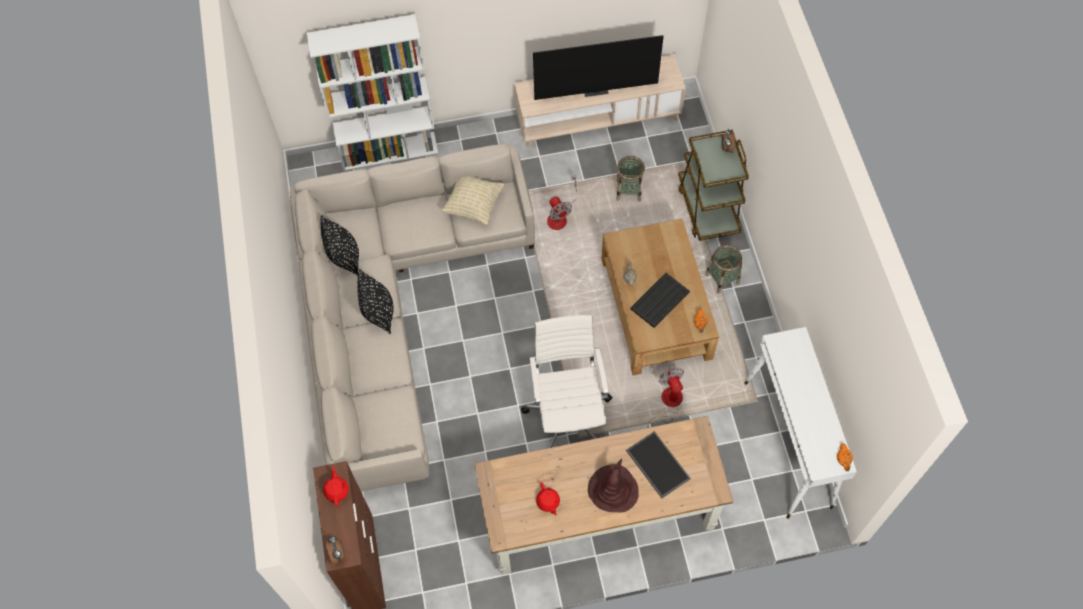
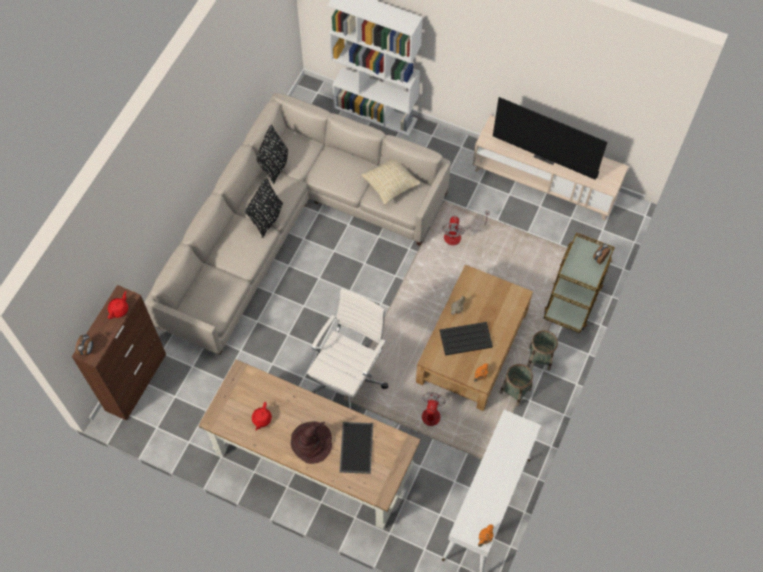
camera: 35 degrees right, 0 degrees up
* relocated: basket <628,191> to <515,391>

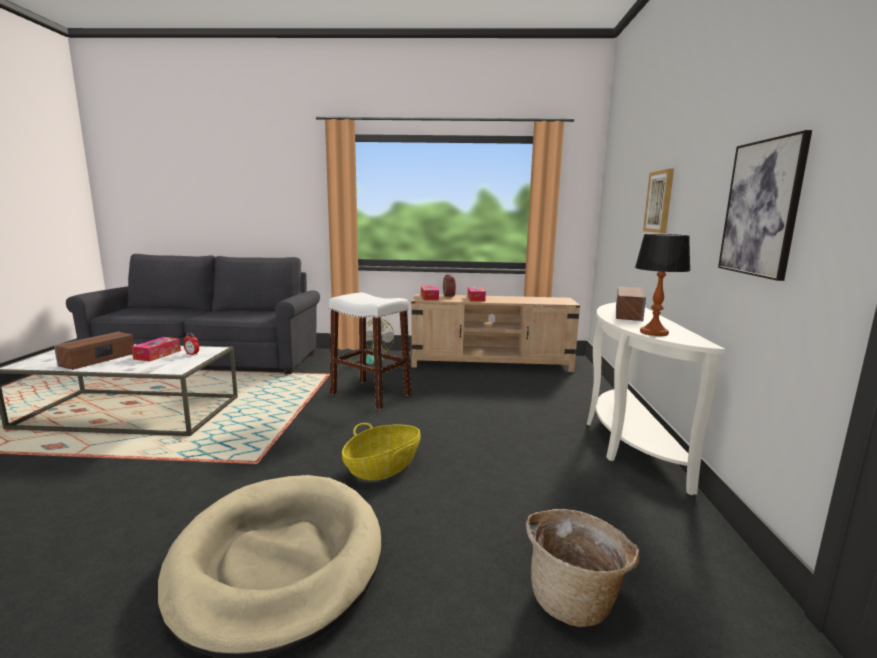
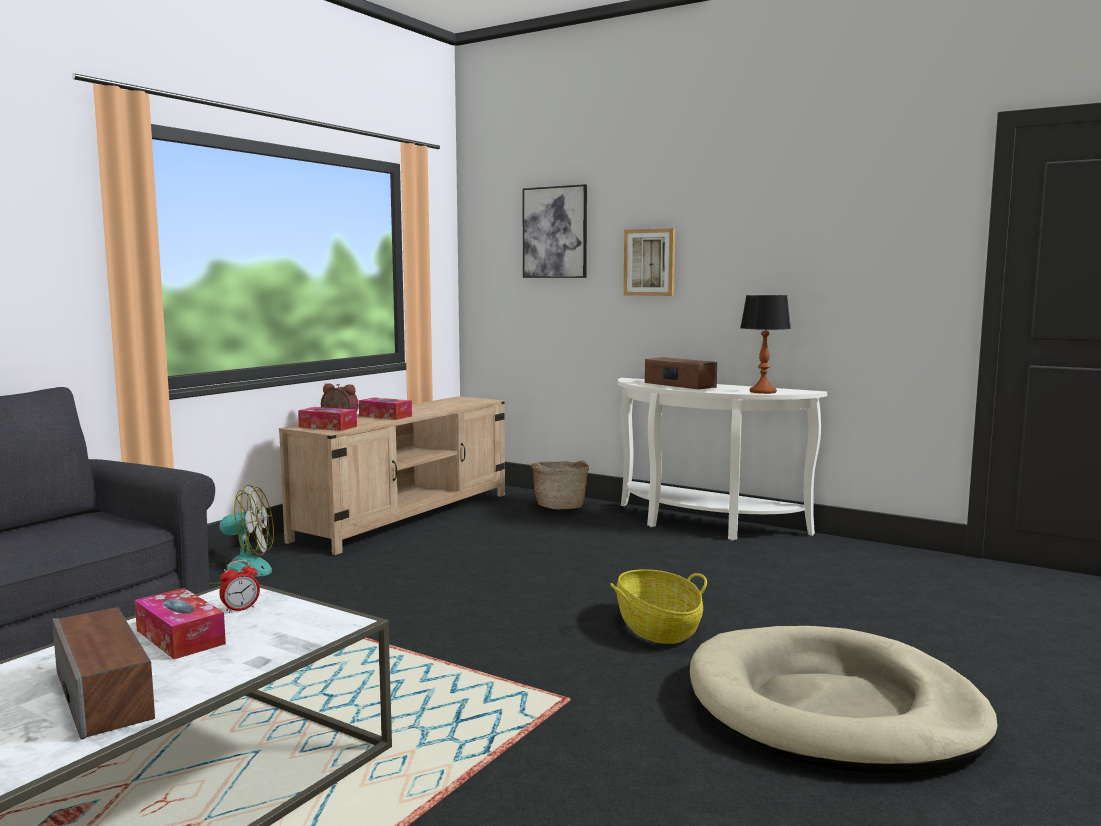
camera: 60 degrees left, 5 degrees down
* relocated: picture <761,208> to <555,232>
* relocated: basket <575,599> to <560,507>
* missing: white stool <370,394>

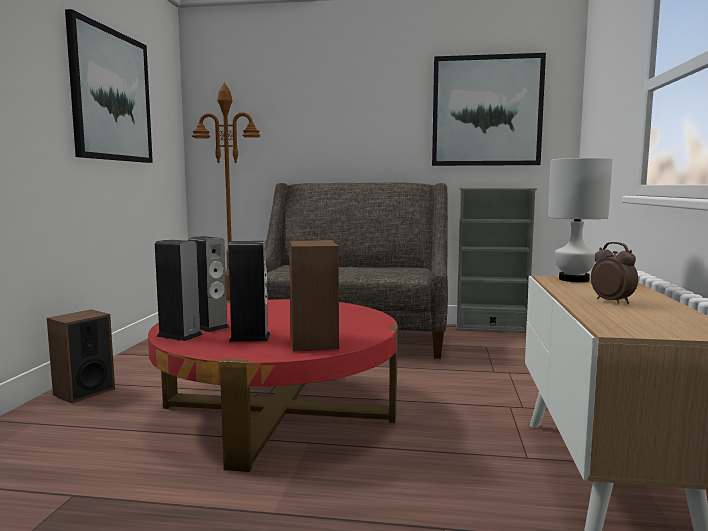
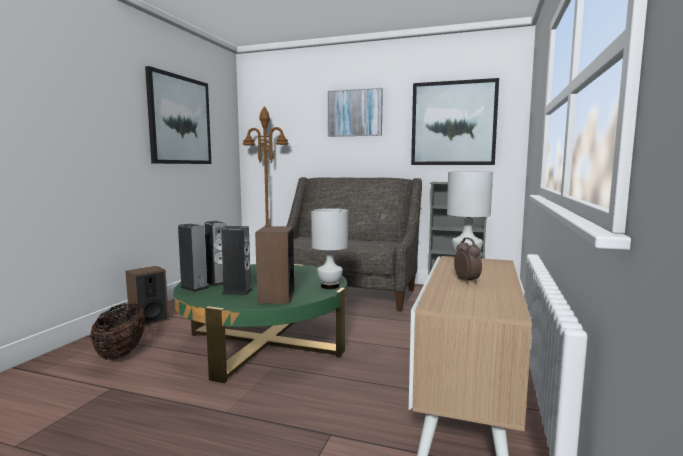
camera: 10 degrees right, 0 degrees up
* appeared: basket <122,352>
* colour: red coffee table <278,411> to green coffee table <265,343>
* appeared: white table lamp <330,286>
* appeared: picture <355,113>

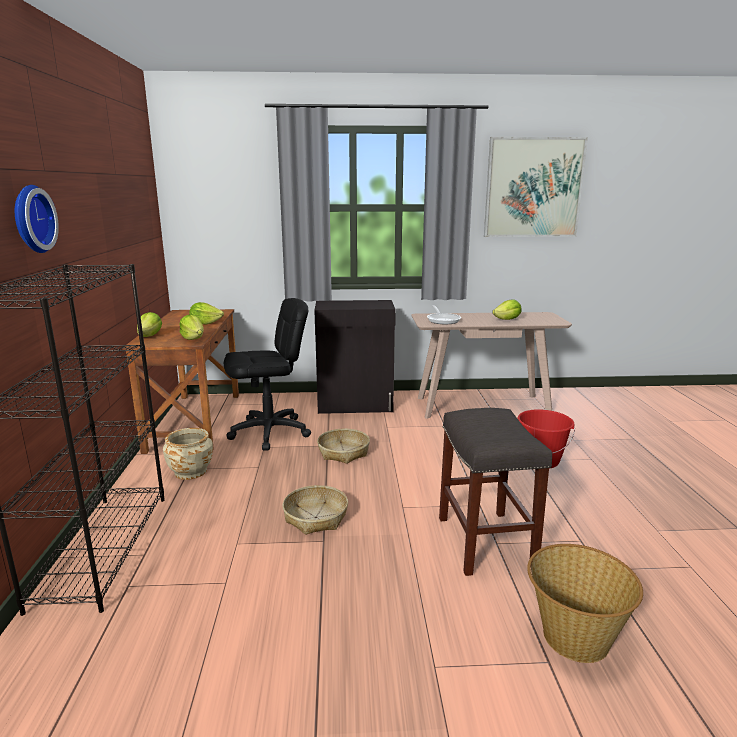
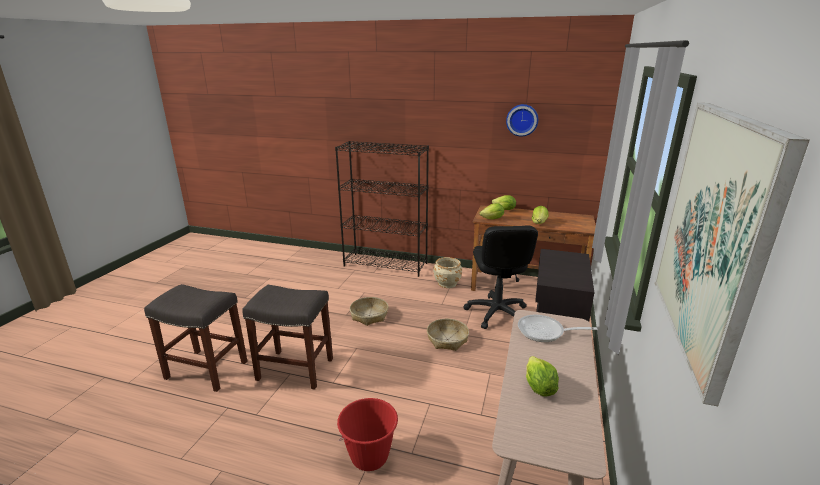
camera: 110 degrees right, 5 degrees up
* exchanged: basket <574,637> to grey stool <208,370>
* relocated: wall clock <30,219> to <522,120>

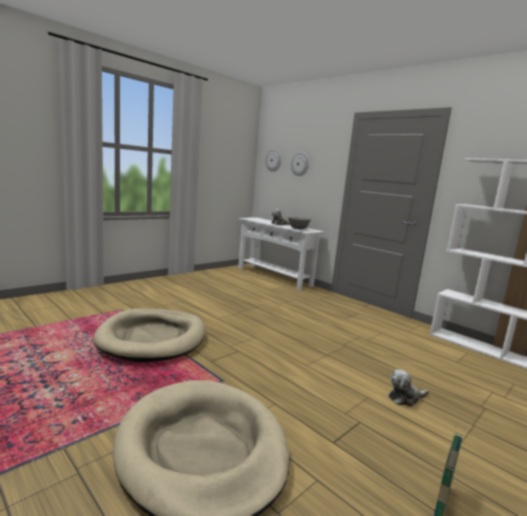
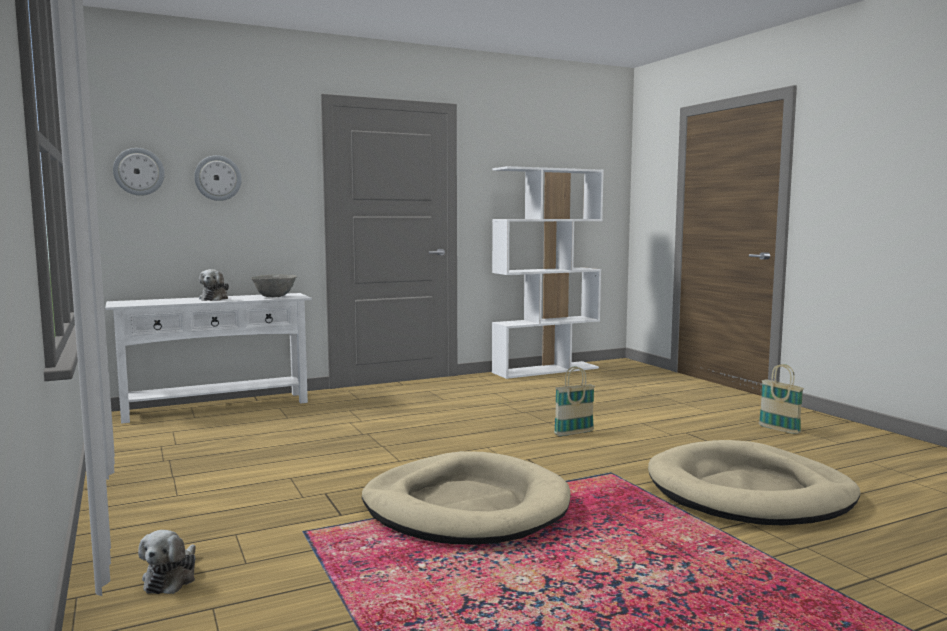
camera: 70 degrees left, 5 degrees down
* relocated: plush toy <405,398> to <171,578>
* appeared: basket <574,433>

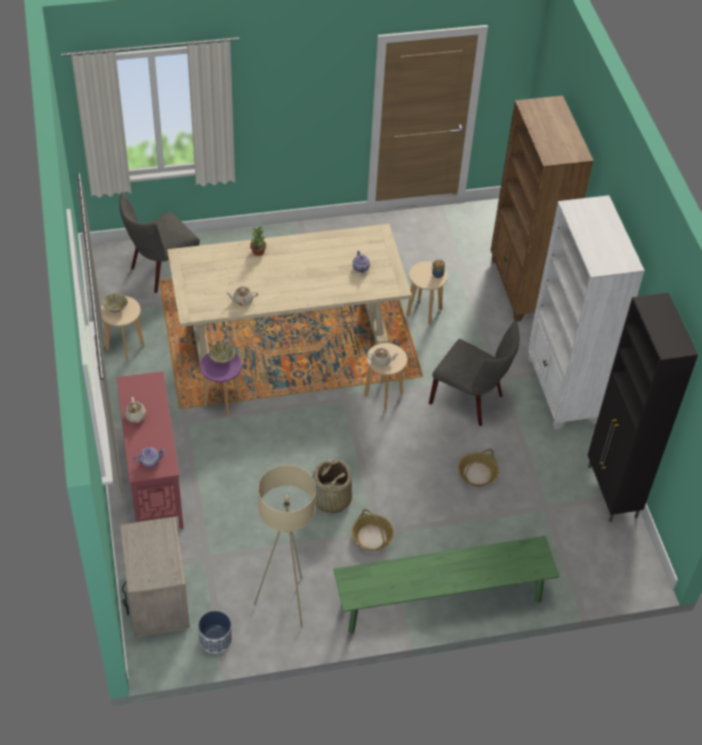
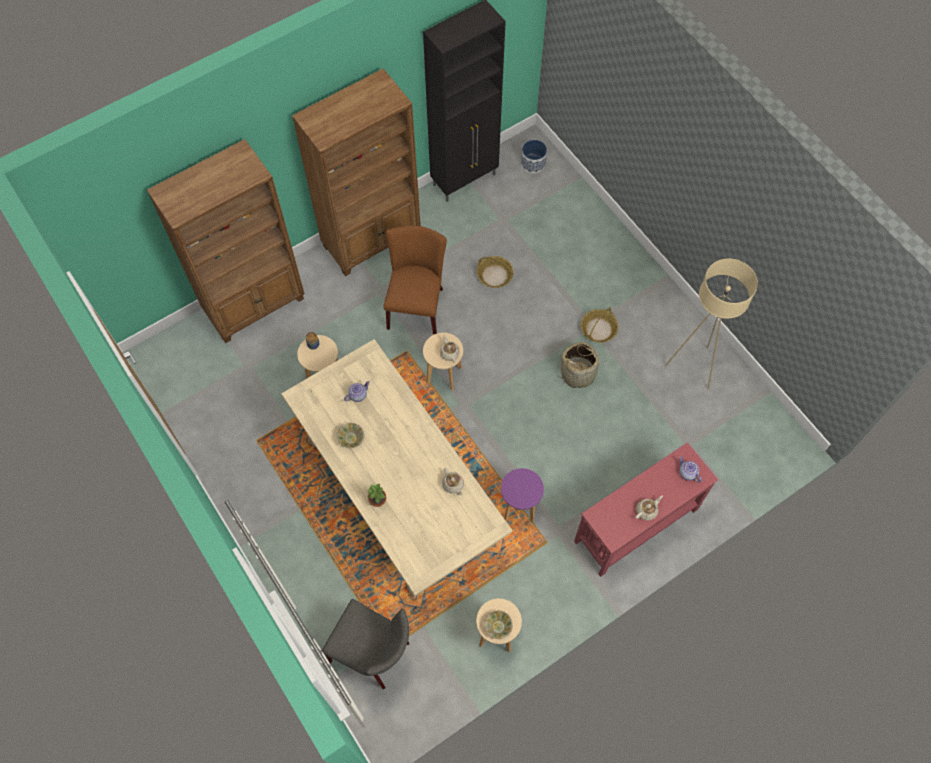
camera: 110 degrees left, 15 degrees up
* colour: white bookcase <562,390> to brown bookcase <372,240>
* relocated: beige bowl <222,358> to <351,439>
* colour: grey chair <471,400> to brown chair <416,304>
* relocated: planter <215,639> to <533,163>
* missing: beige nightstand <156,600>
* missing: green bench <441,601>

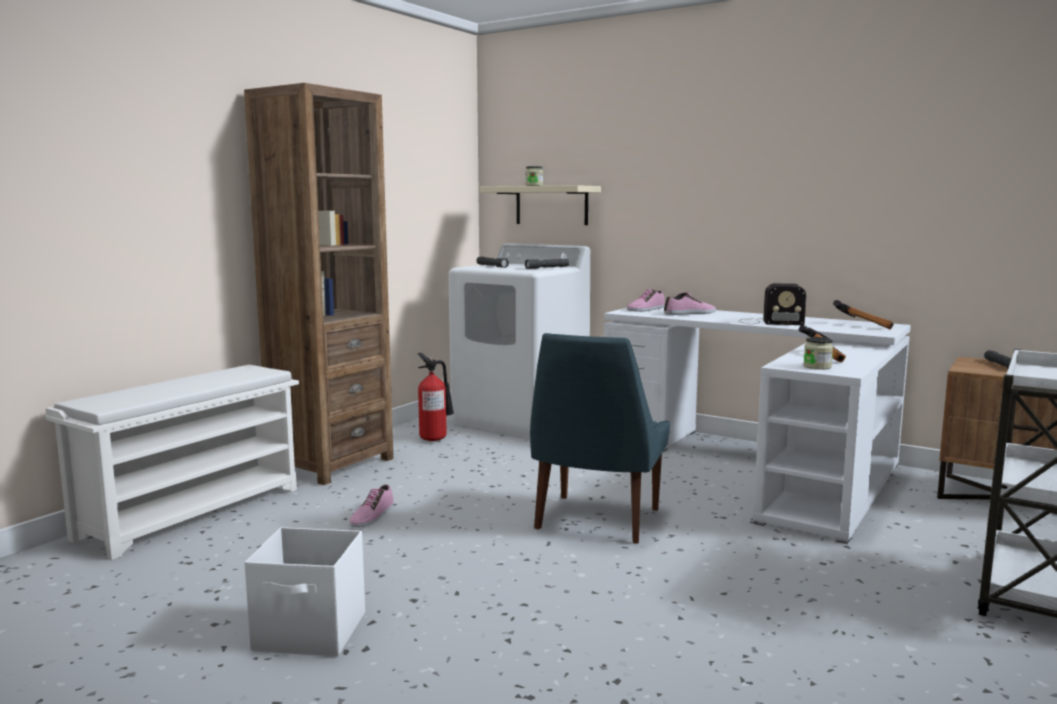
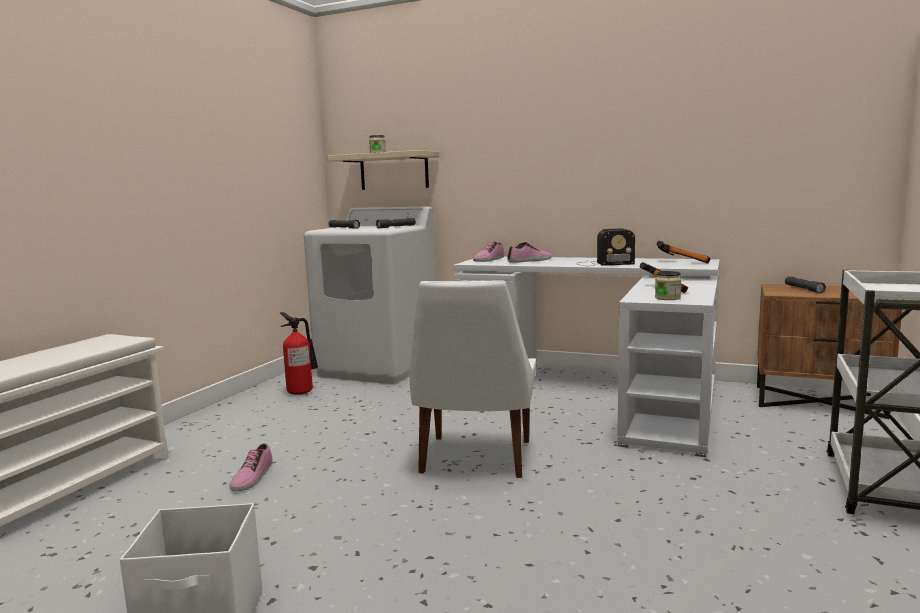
camera: 10 degrees left, 0 degrees up
* colour: blue chair <596,521> to white chair <475,459>
* missing: brown bookcase <331,464>

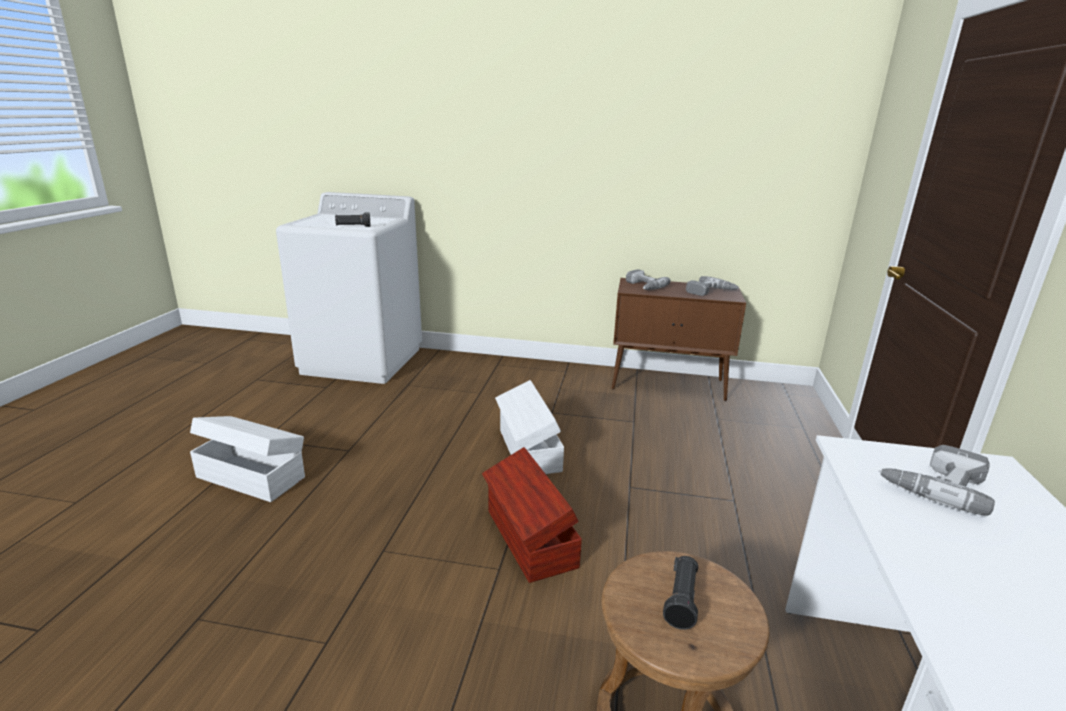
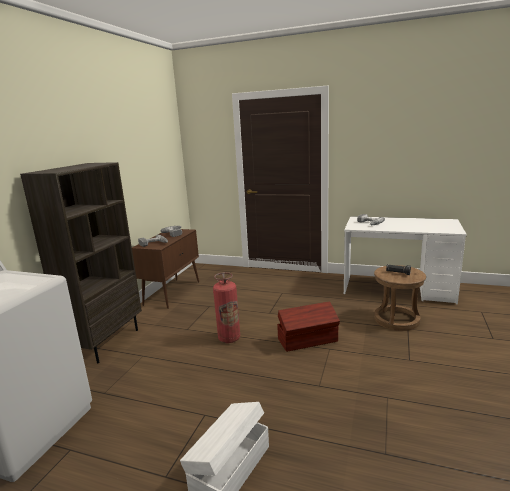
camera: 80 degrees left, 5 degrees down
* appeared: brown bookcase <107,343>
* exchanged: white storage box <528,451> to fire extinguisher <229,338>
* missing: black flashlight <353,226>

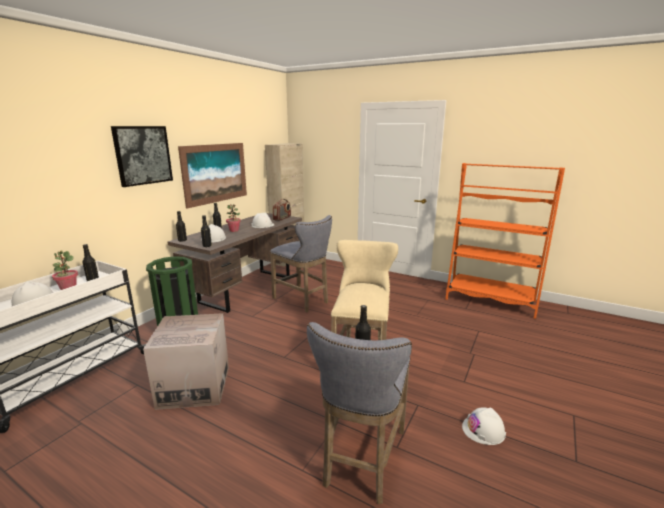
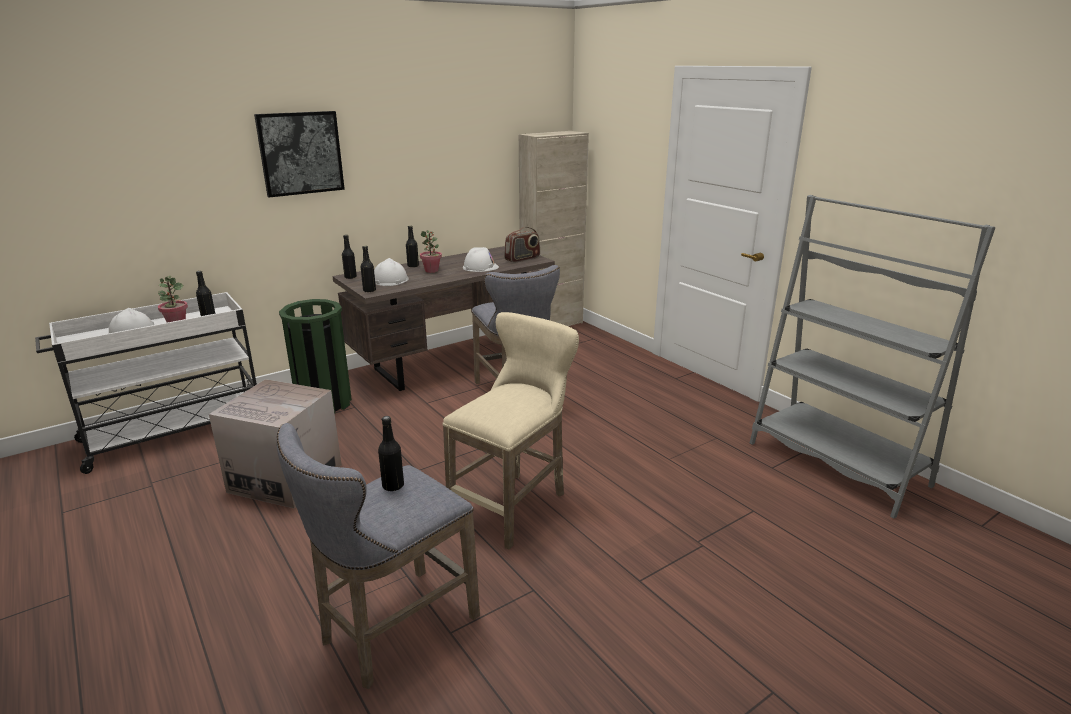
camera: 25 degrees right, 5 degrees up
* colour: orange bookcase <490,300> to grey bookcase <836,464>
* missing: picture <215,173>
* missing: white hard hat <483,430>

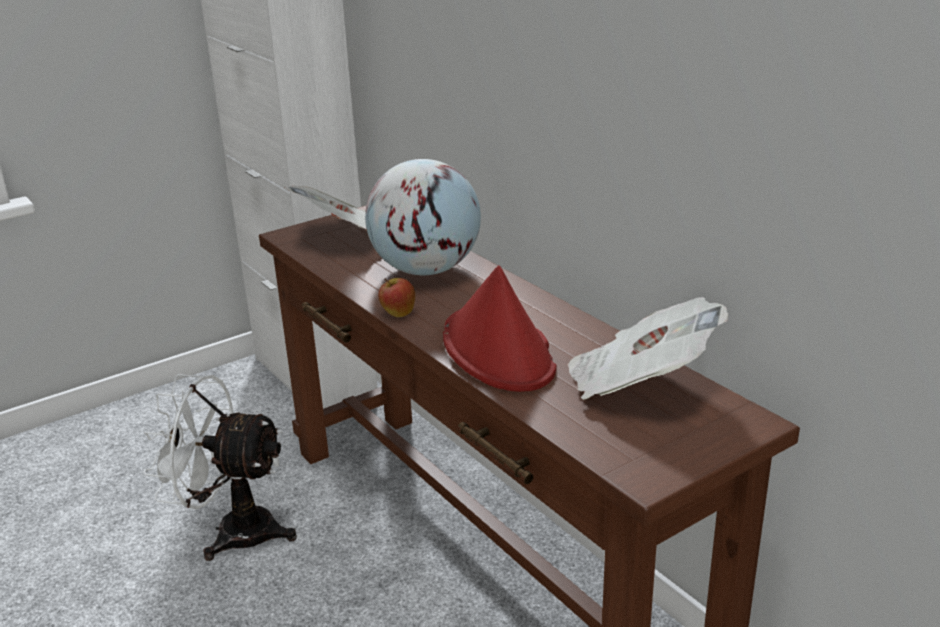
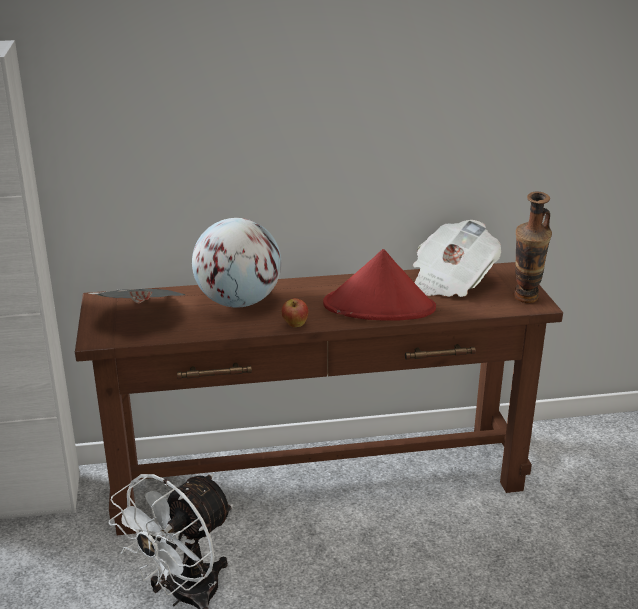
camera: 65 degrees left, 0 degrees up
* appeared: vase <525,301>

